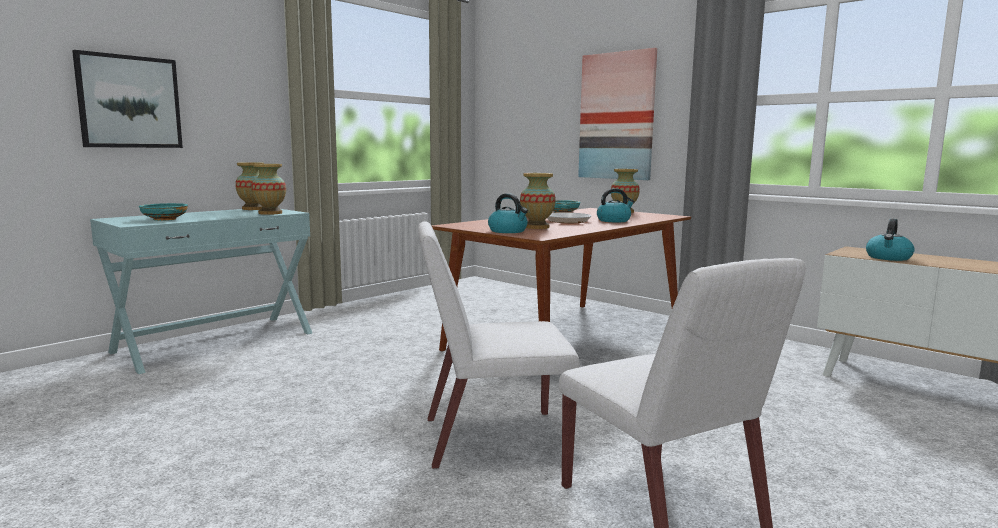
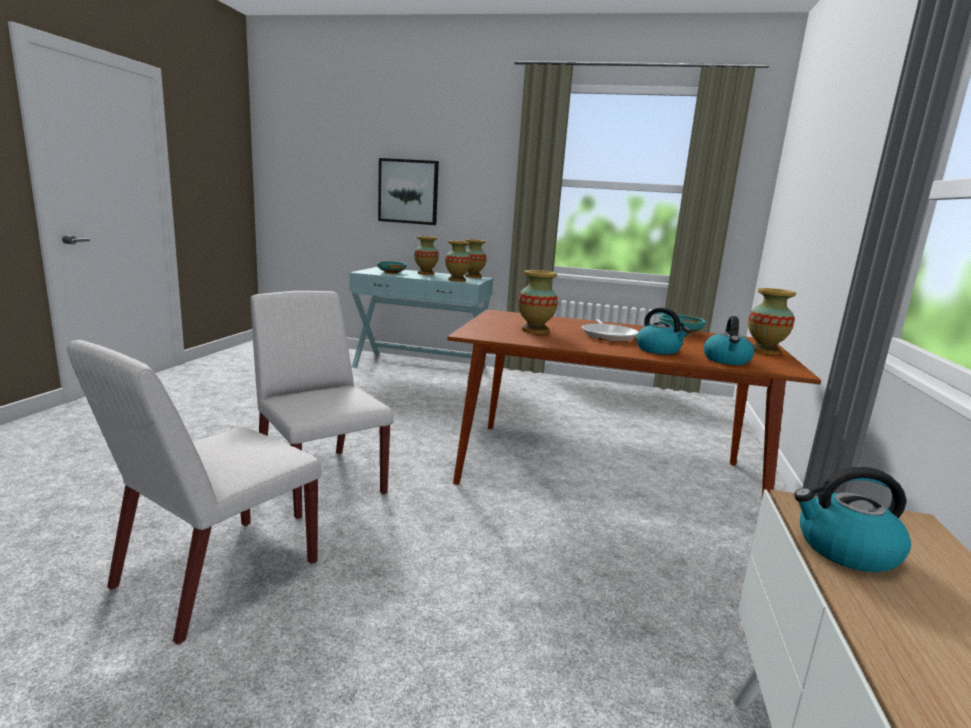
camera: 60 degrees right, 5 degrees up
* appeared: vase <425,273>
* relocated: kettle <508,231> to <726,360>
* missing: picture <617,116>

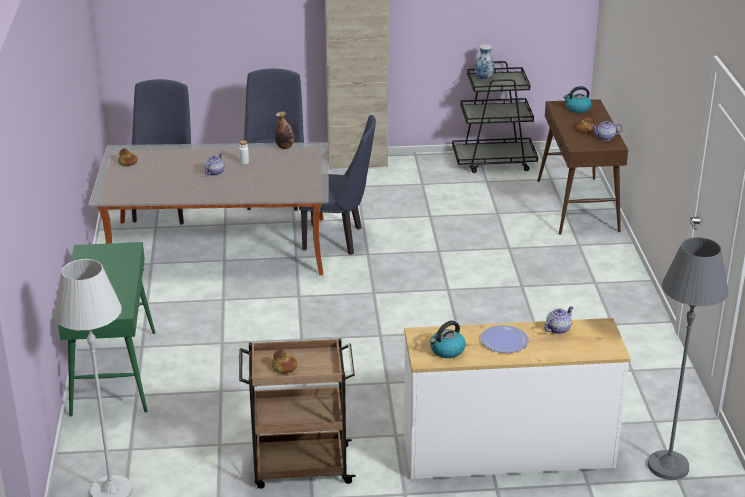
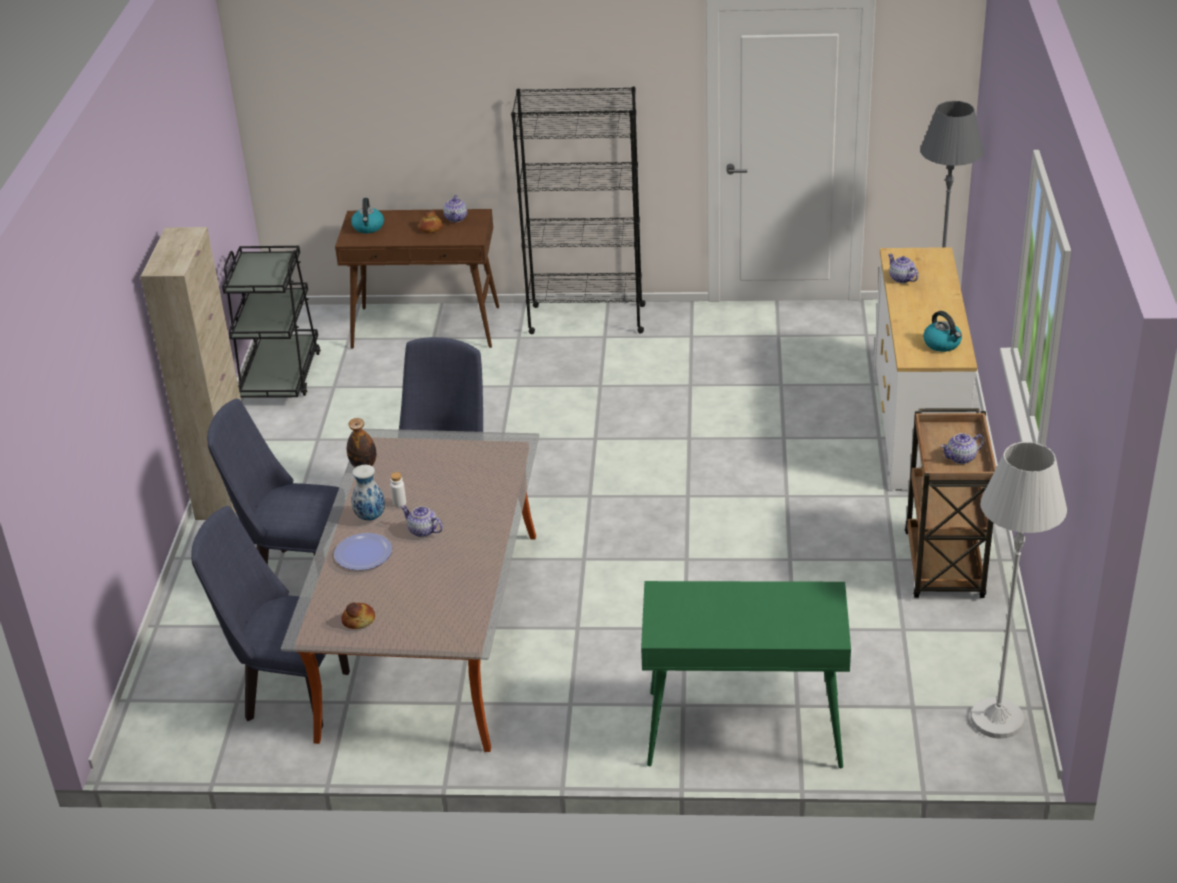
camera: 80 degrees left, 5 degrees up
* relocated: plate <504,340> to <363,553>
* relocated: vase <483,78> to <370,517>
* appeared: black bookcase <586,319>
* exchanged: bread <284,367> to teapot <961,458>

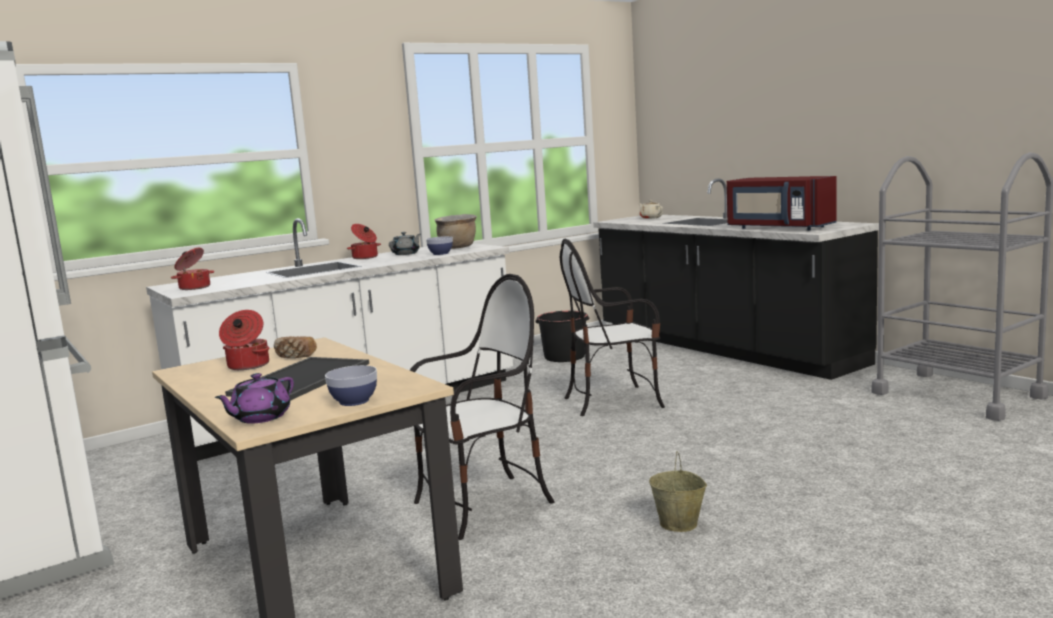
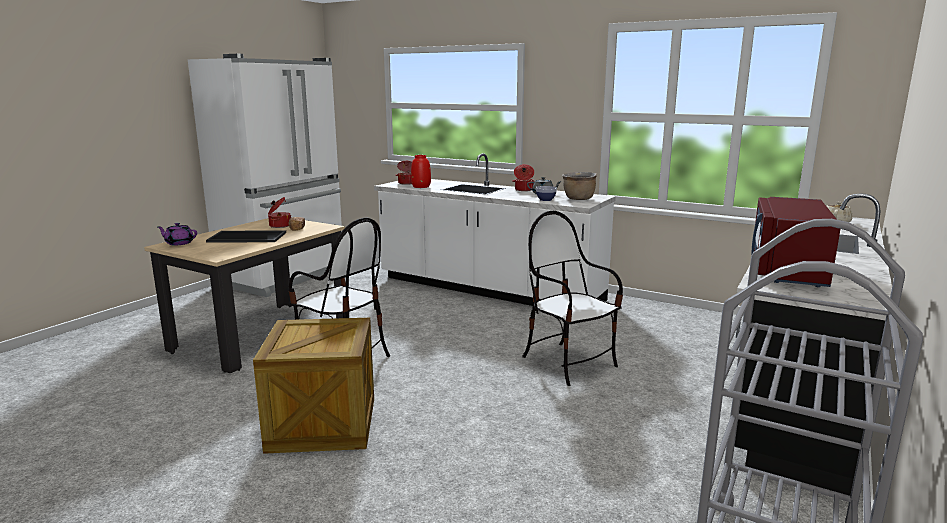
camera: 65 degrees right, 5 degrees up
* exchanged: beige bucket <679,524> to crate <323,424>
* appeared: red vase <421,186>
* missing: bowl <354,401>
* missing: black bucket <564,357>

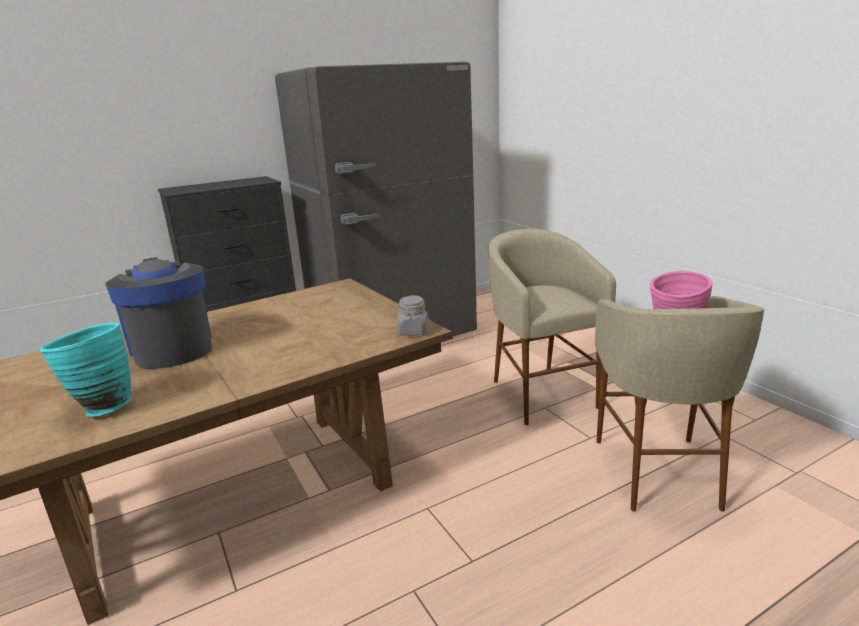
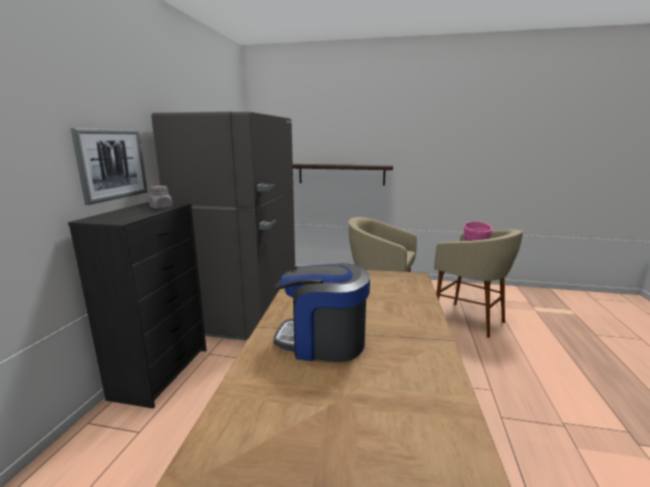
camera: 50 degrees left, 5 degrees down
* appeared: picture <112,164>
* relocated: grey jar <413,331> to <161,208>
* appeared: shelf <341,174>
* missing: turquoise vase <102,407>

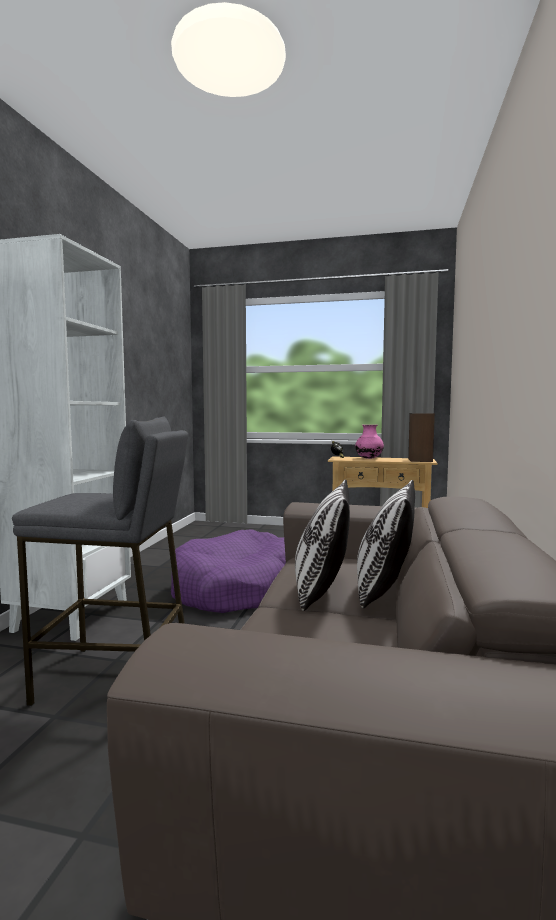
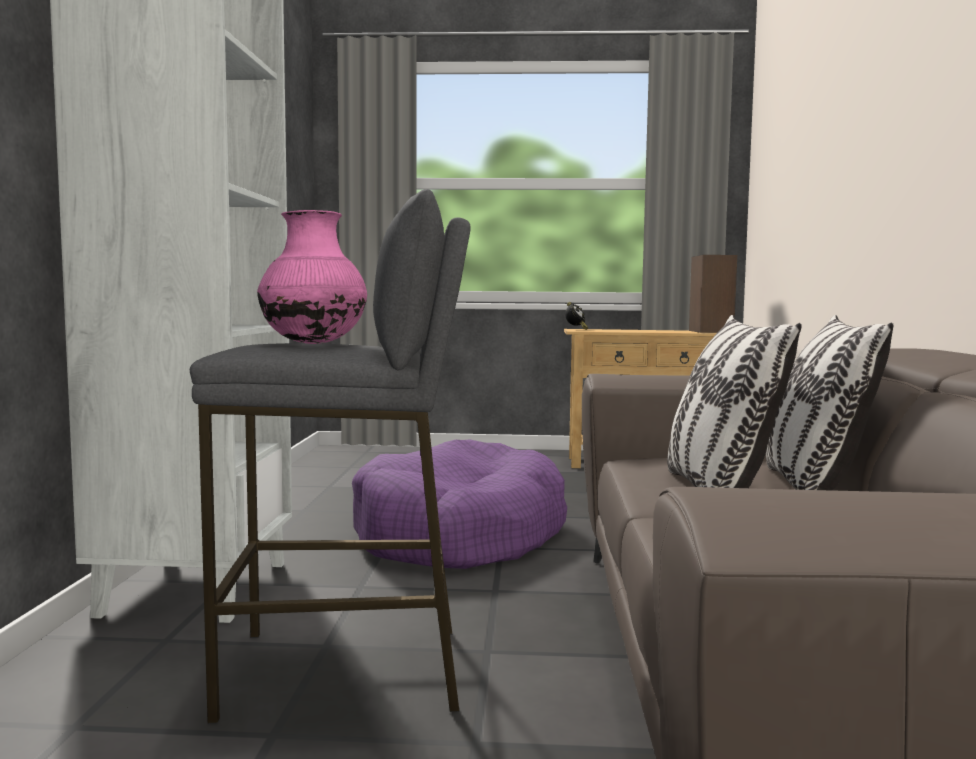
camera: 10 degrees left, 0 degrees up
* relocated: pink vase <369,458> to <314,344>

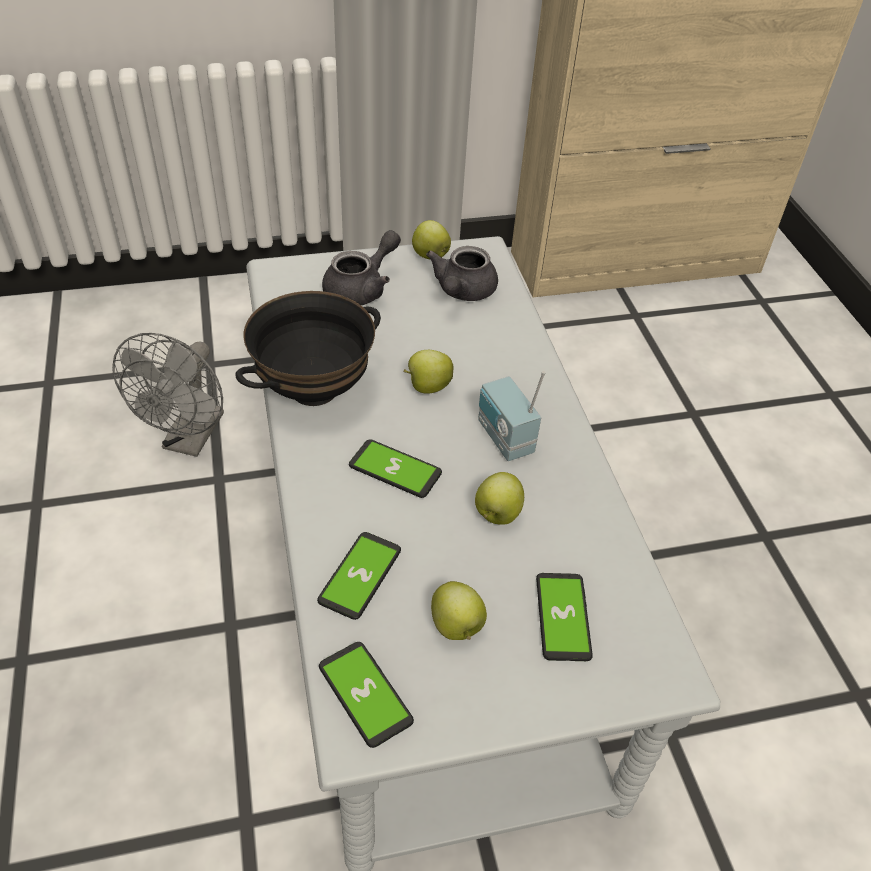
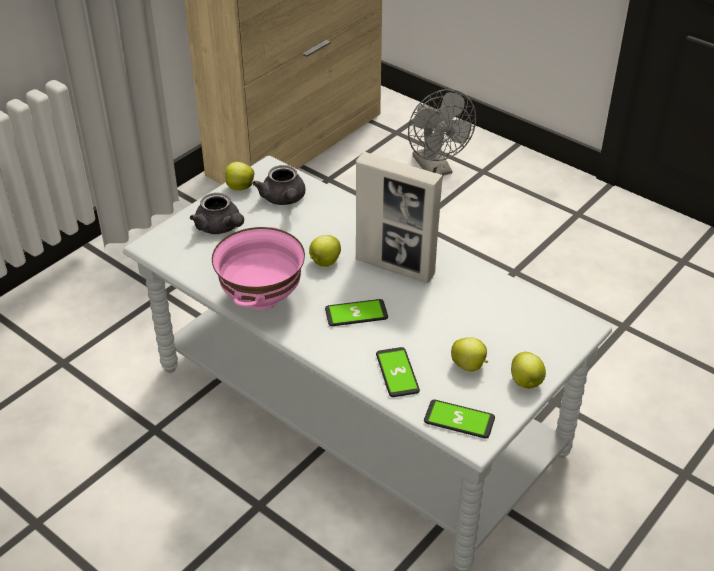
camera: 35 degrees left, 5 degrees down
* spun: grey teapot <362,288> = <220,228> 135 degrees clockwise
* colour: black bowl <313,389> to pink bowl <261,298>
* exchanged: radio <503,439> to picture frame <395,267>
* relocated: grey fan <190,440> to <436,169>
* relocated: apple <497,514> to <526,383>
* missing: phone <563,617>

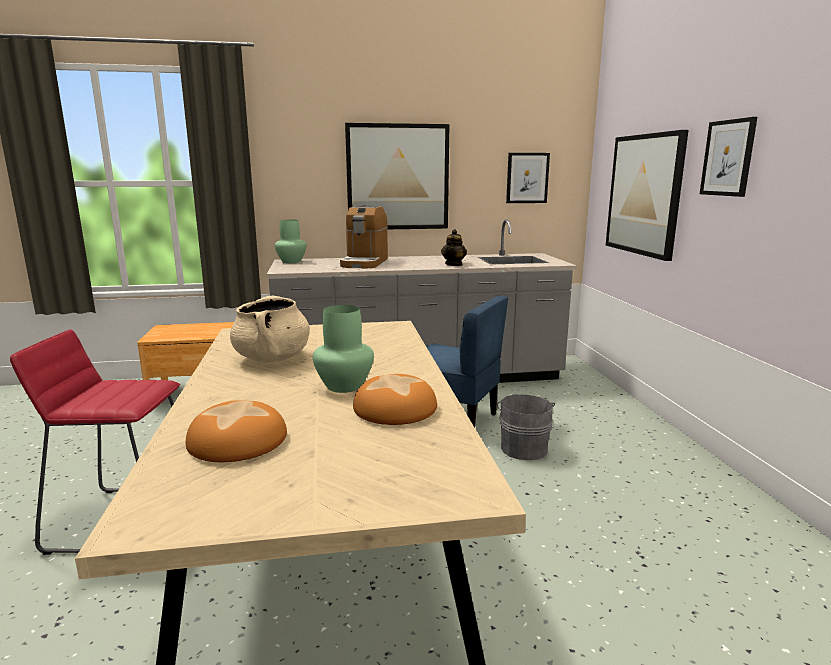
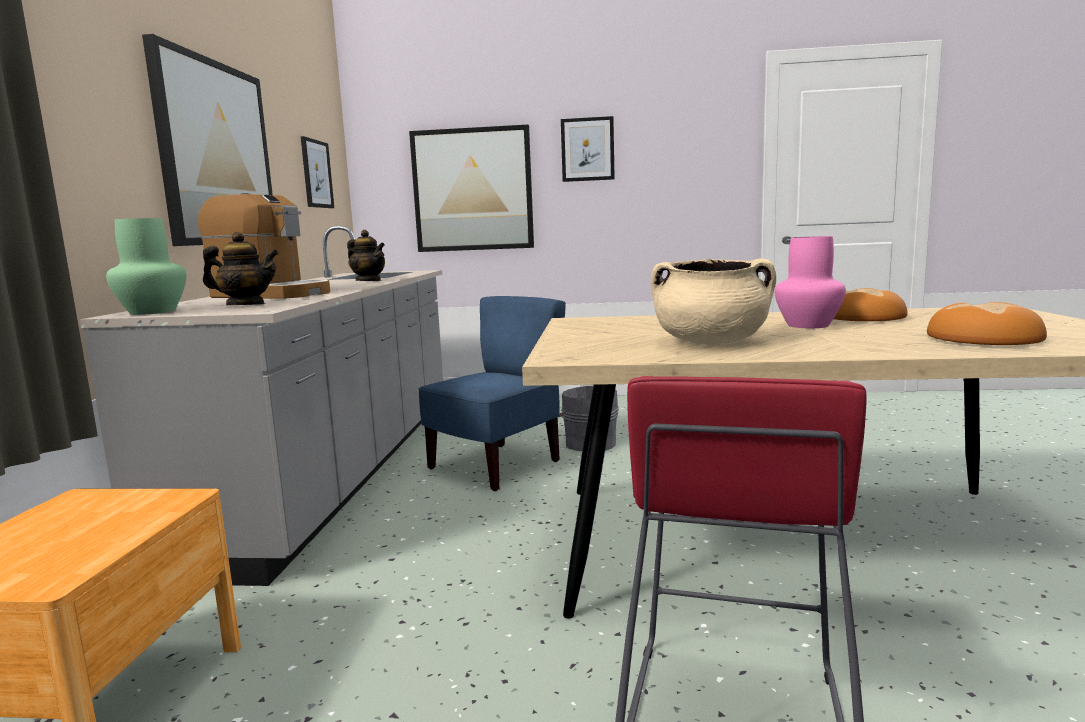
camera: 75 degrees left, 5 degrees down
* appeared: teapot <246,305>
* colour: green vase <345,386> to pink vase <808,325>

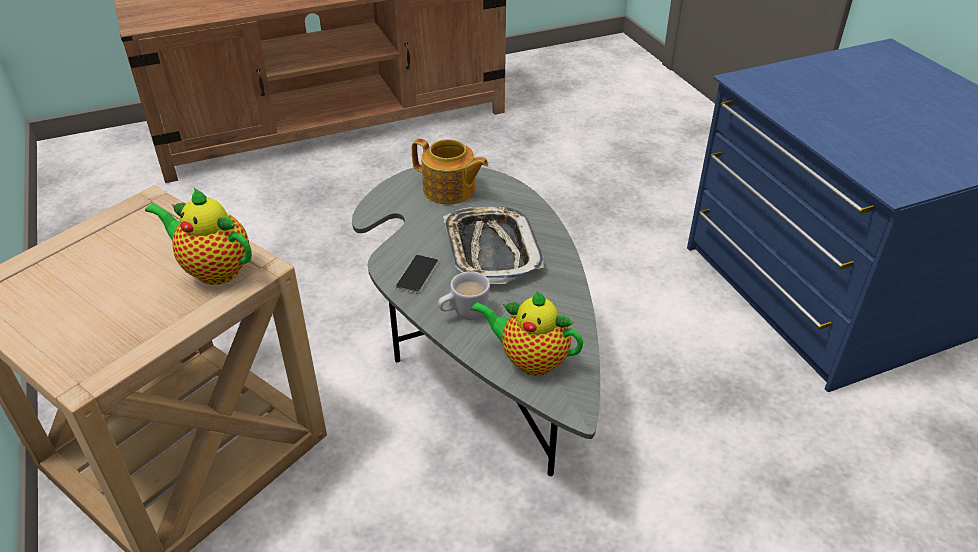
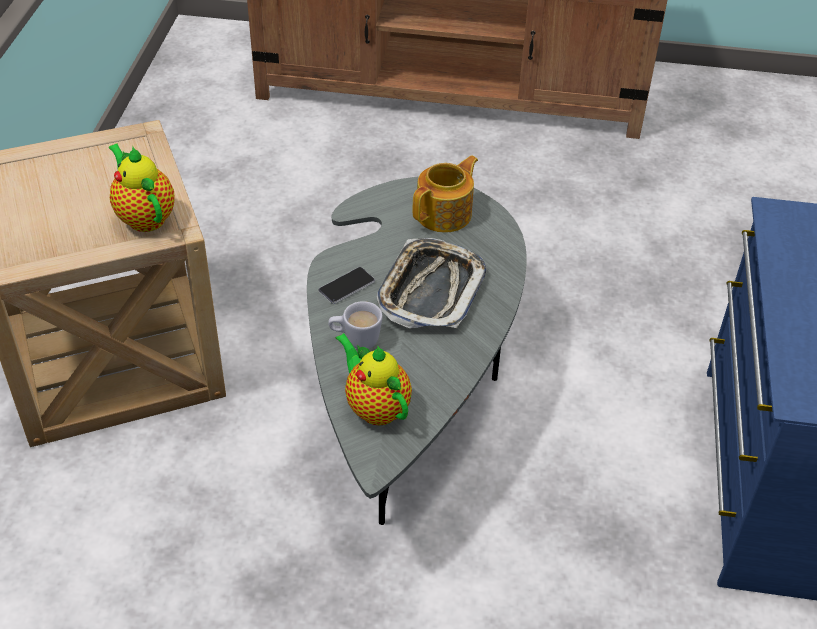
camera: 30 degrees right, 5 degrees up
* spun: teapot <450,190> = <445,214> 105 degrees counterclockwise

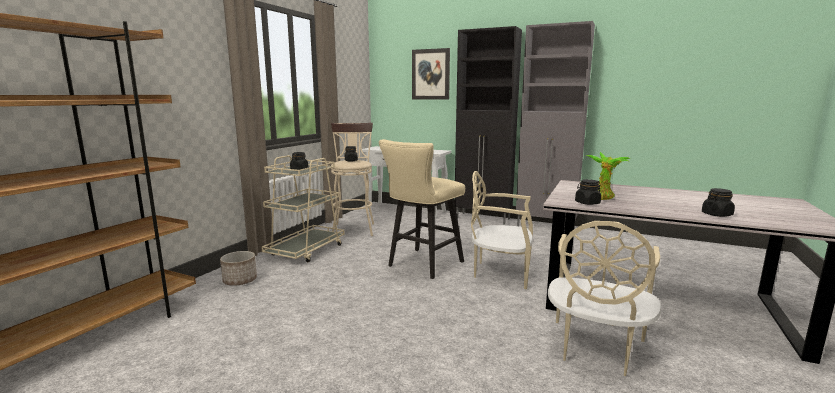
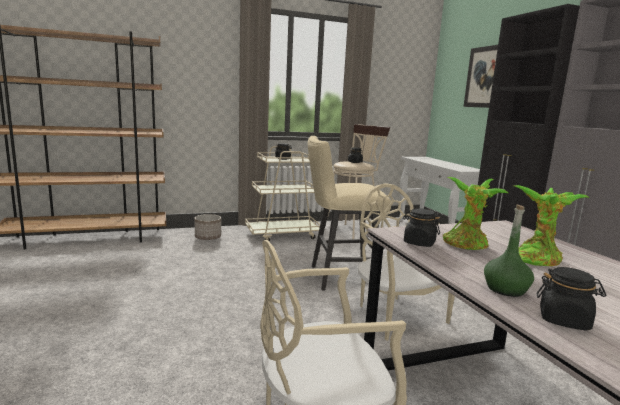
camera: 45 degrees right, 0 degrees up
* appeared: green bottle <506,289>
* appeared: potted plant <537,258>

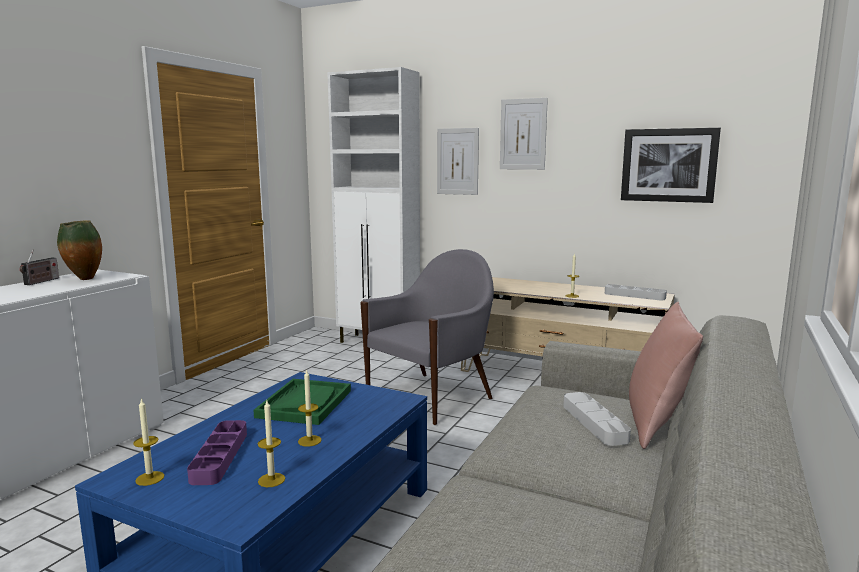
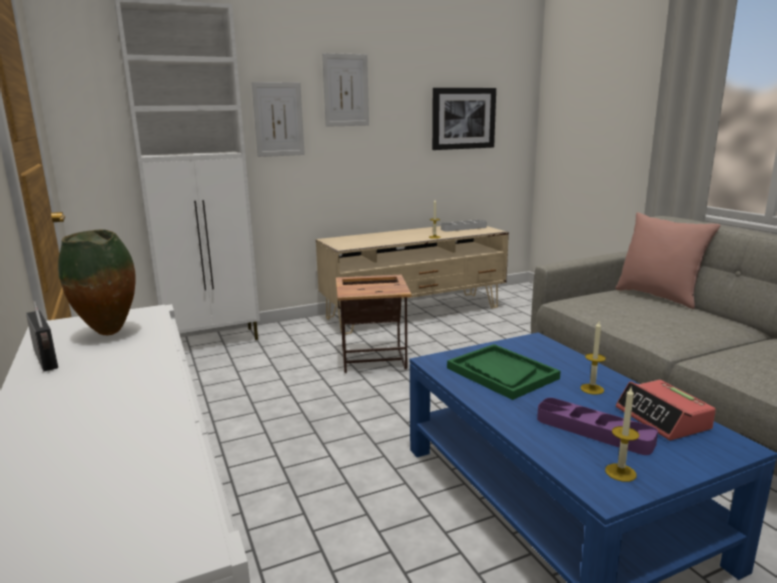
camera: 50 degrees left, 5 degrees up
* exchanged: grey armchair <431,397> to side table <375,361>
* exchanged: candle <271,480> to alarm clock <663,419>
* missing: grey tray <594,422>

